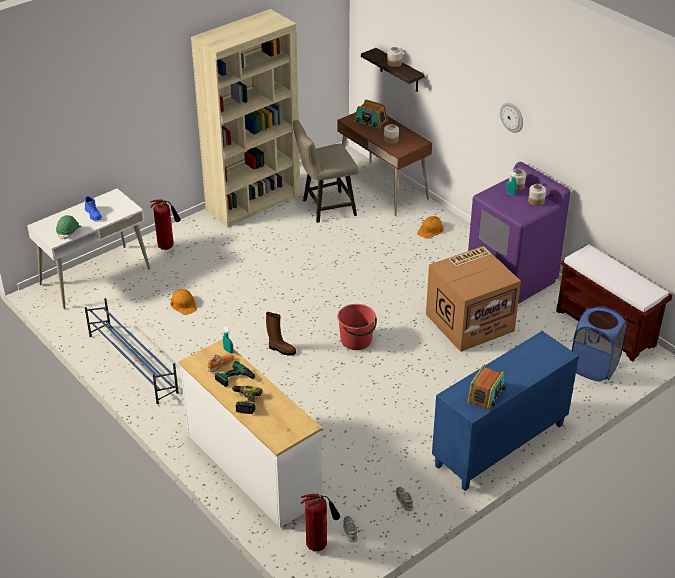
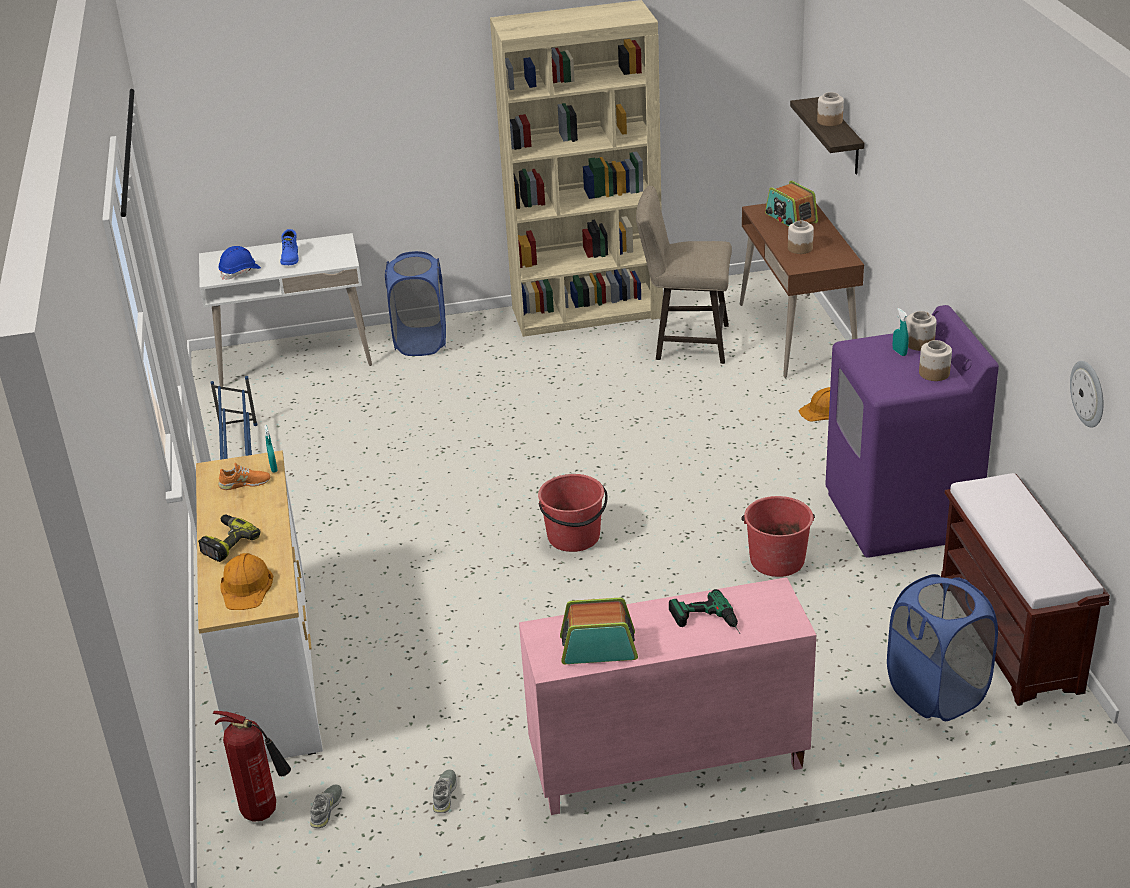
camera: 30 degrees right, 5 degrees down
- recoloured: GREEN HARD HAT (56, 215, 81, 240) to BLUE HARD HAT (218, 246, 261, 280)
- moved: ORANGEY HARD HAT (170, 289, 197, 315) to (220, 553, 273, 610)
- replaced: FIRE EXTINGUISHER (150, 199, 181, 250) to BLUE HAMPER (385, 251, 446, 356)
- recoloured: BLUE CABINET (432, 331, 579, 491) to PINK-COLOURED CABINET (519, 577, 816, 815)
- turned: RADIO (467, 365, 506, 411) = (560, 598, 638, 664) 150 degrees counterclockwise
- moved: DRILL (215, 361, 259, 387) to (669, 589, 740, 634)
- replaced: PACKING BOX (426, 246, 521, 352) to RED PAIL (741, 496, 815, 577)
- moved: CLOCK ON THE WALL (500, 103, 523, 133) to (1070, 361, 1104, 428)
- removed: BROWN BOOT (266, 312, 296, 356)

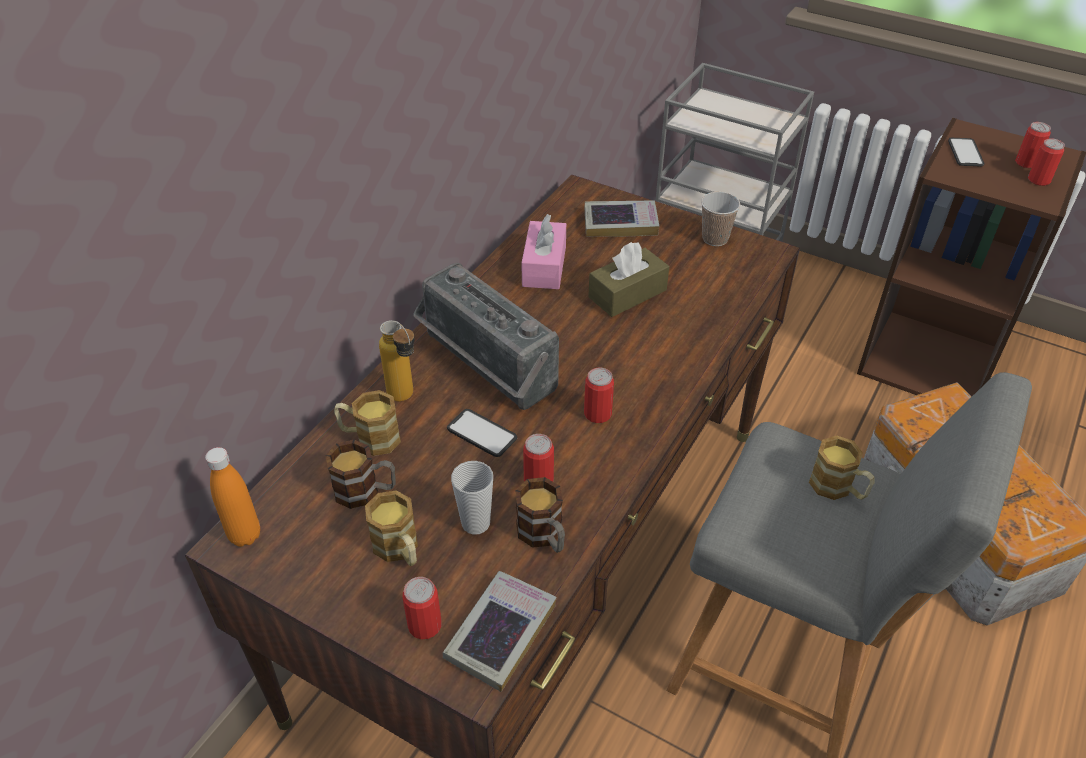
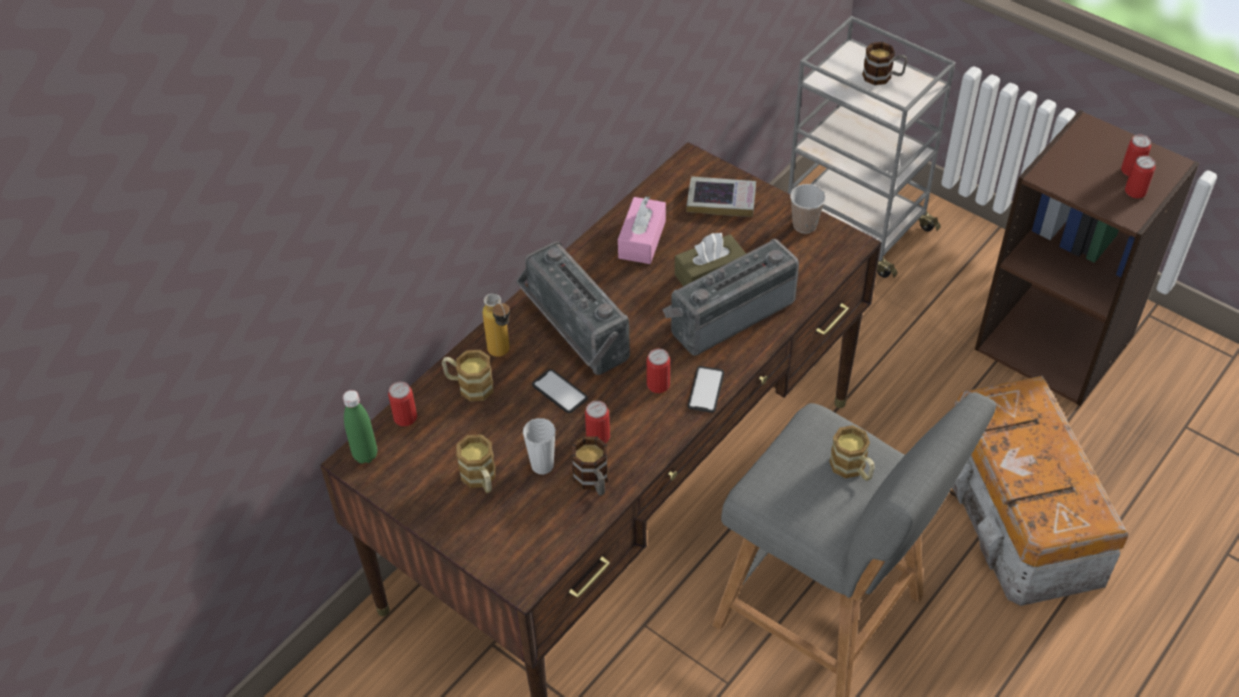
camera: 10 degrees right, 5 degrees up
- recoloured: ORANGEY BOTTLE (205, 447, 260, 547) to GREEN BOTTLE (343, 390, 377, 464)
- moved: SEALED CAN (403, 577, 442, 639) to (388, 382, 417, 426)
- added: RADIO (662, 239, 799, 356)
- moved: HANDSET (948, 138, 984, 167) to (688, 366, 724, 413)
- moved: TEA MUG (325, 440, 396, 509) to (862, 42, 907, 85)
- removed: BOUND BOOK (443, 571, 557, 692)

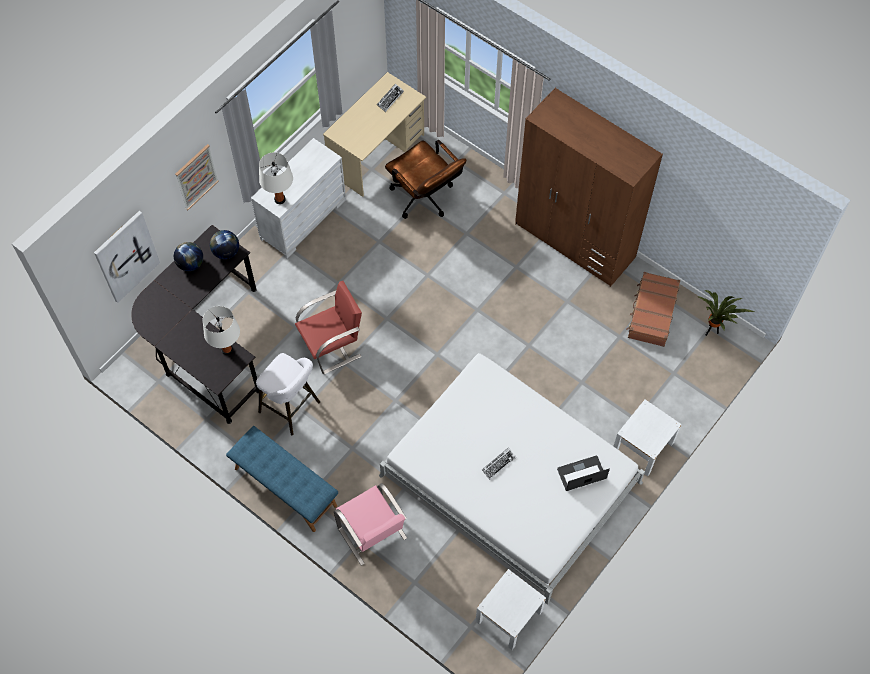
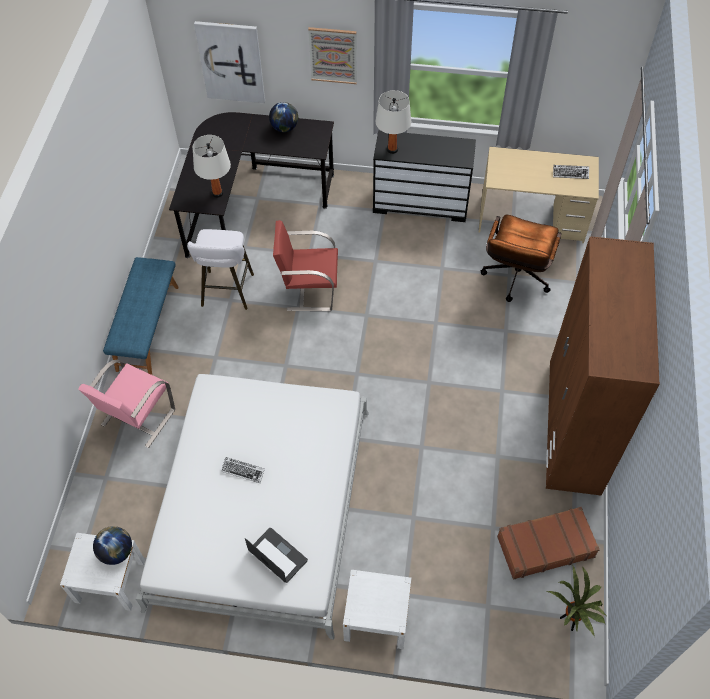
camera: 60 degrees right, 5 degrees down
- moved: GLOBE (210, 230, 239, 259) to (93, 526, 132, 565)
- turned: RED PLAIN CHAIR (295, 281, 362, 374) = (273, 220, 338, 311) 150 degrees clockwise
- recoloured: WHITISH DRAWER CHEST (251, 138, 346, 258) to BLACKISH DRAWER CHEST (373, 130, 476, 222)

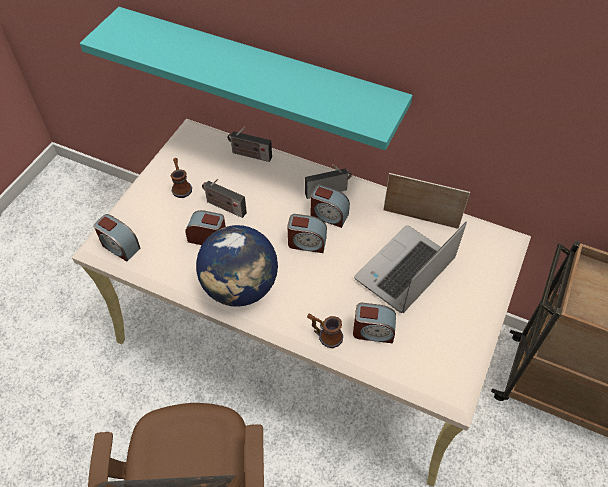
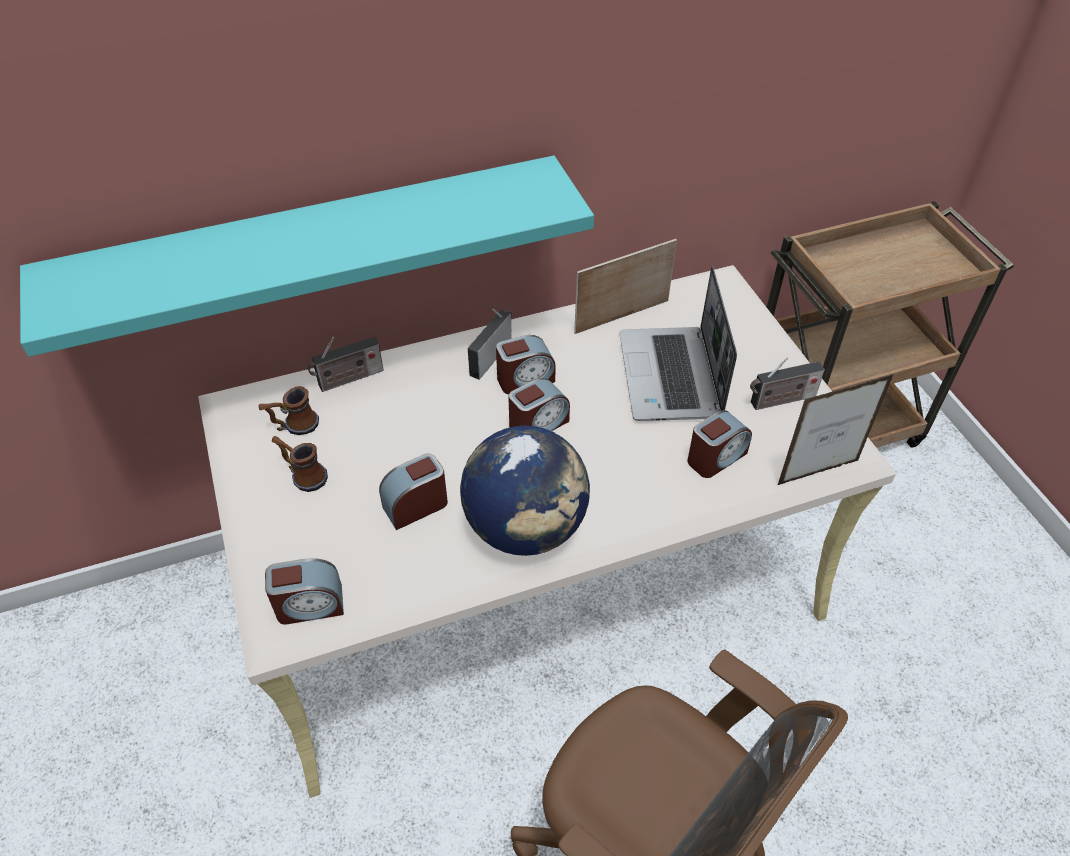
camera: 45 degrees left, 5 degrees down
- moved: TEA MUG (307, 314, 343, 348) to (258, 386, 319, 435)
- moved: RADIO (202, 179, 247, 218) to (750, 357, 825, 410)
- added: STANDING FRAME (778, 374, 894, 485)

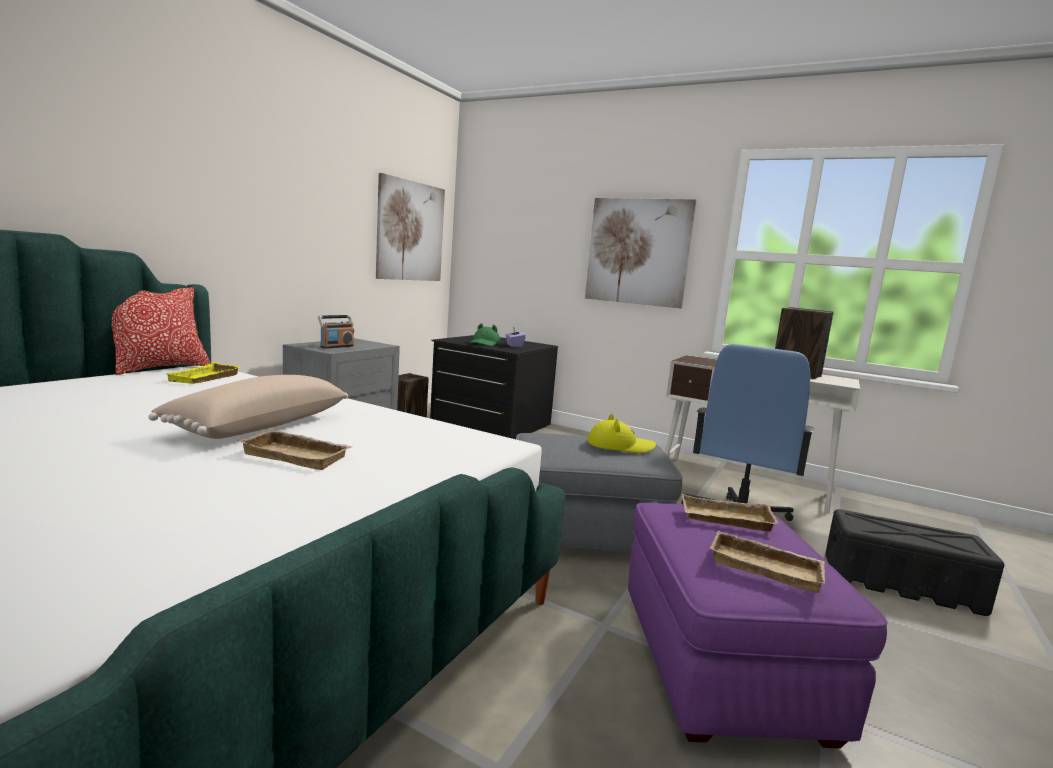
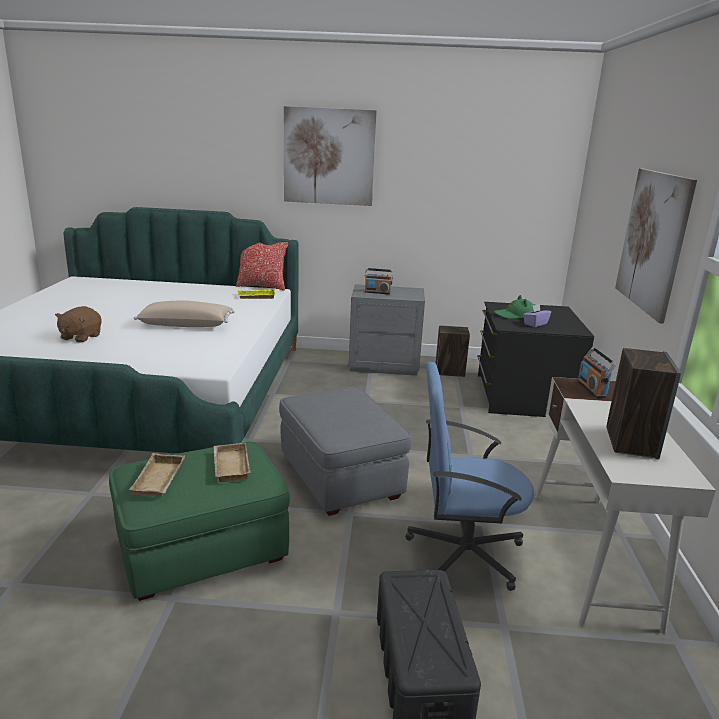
camera: 65 degrees right, 10 degrees up
- added: BROWN SOFT TOY (55, 306, 102, 343)
- recoloured: PURPLE-COLOURED OTTOMAN (628, 503, 887, 748) to GREEN OTTOMAN (109, 442, 290, 601)
- moved: PICTURE (376, 173, 445, 281) to (284, 106, 377, 206)
- added: RADIO (577, 347, 617, 398)
- removed: SAND-COLOURED CARRYING TRAY (237, 429, 353, 470)
- removed: YELLOW-COLOURED WEARABLE HAT (587, 414, 656, 453)

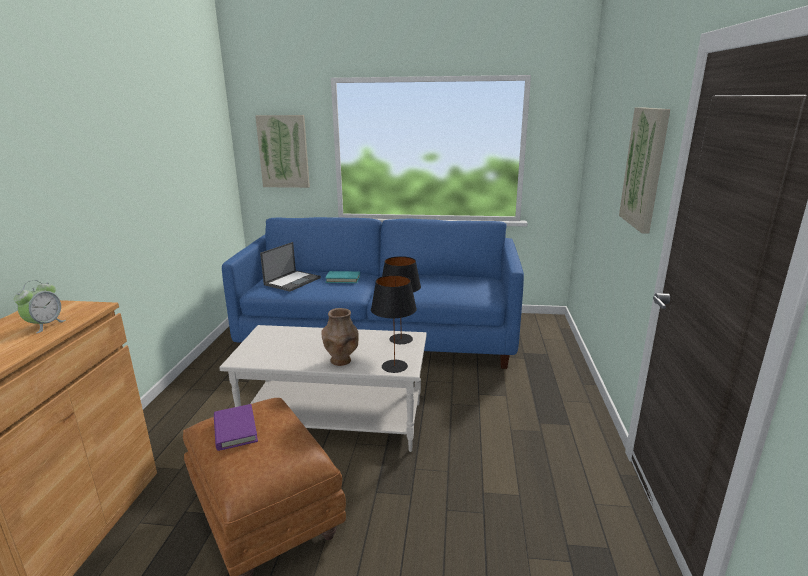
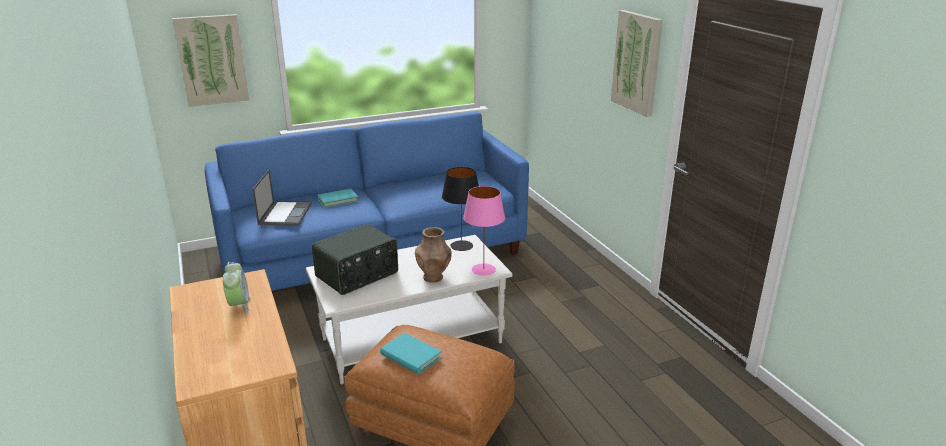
camera: 30 degrees left, 5 degrees up
- added: RADIO (312, 224, 398, 295)
- recoloured: PURPLE-COLOURED BOUND BOOK (214, 404, 258, 451) to BLUE-GREEN BOUND BOOK (380, 333, 442, 375)
- recoloured: BLACKISH LAMP FOR A TABLE (371, 275, 417, 373) to PINK-COLOURED LAMP FOR A TABLE (463, 186, 505, 276)

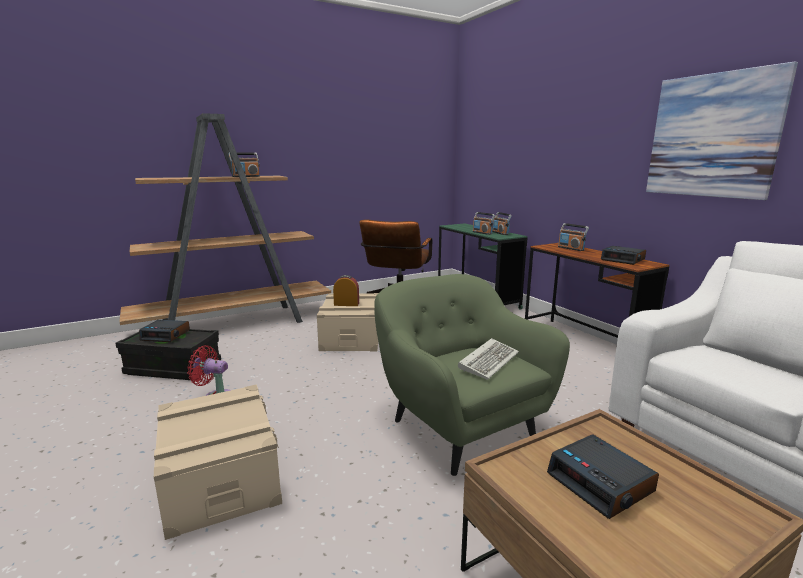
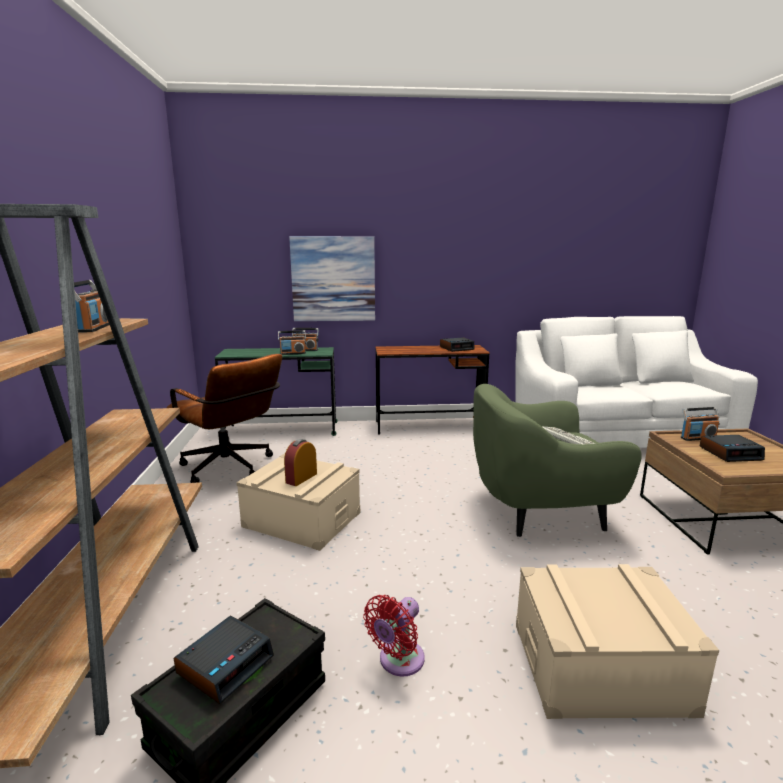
camera: 65 degrees left, 0 degrees up
- moved: PICTURE (646, 61, 798, 200) to (289, 236, 375, 321)
- moved: RADIO (558, 223, 589, 251) to (681, 407, 719, 441)

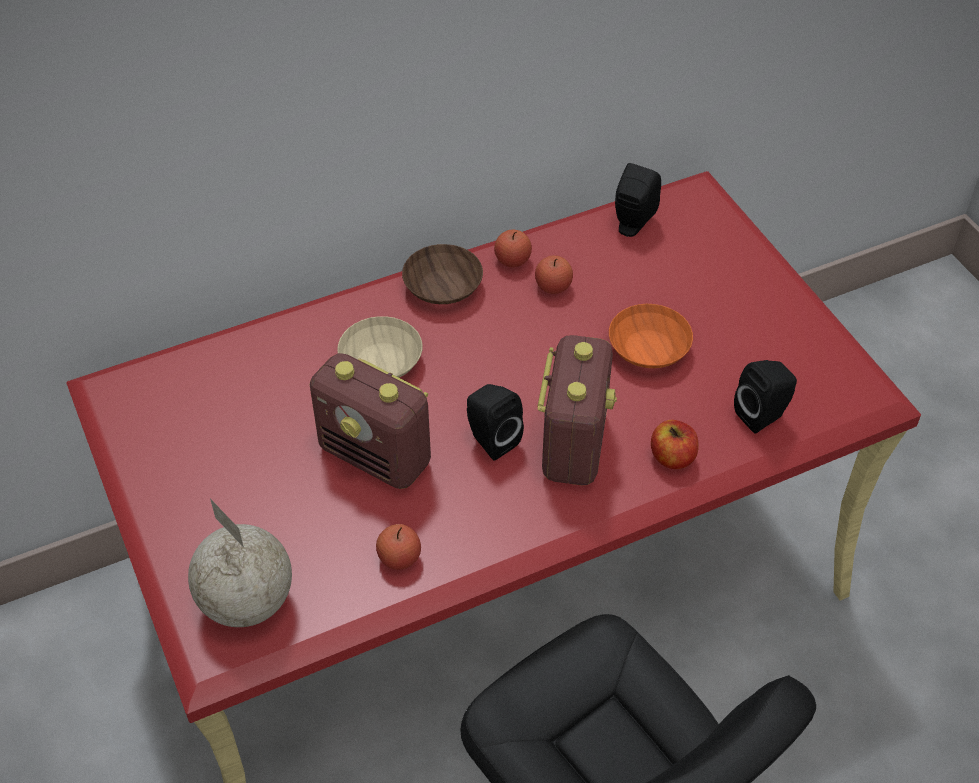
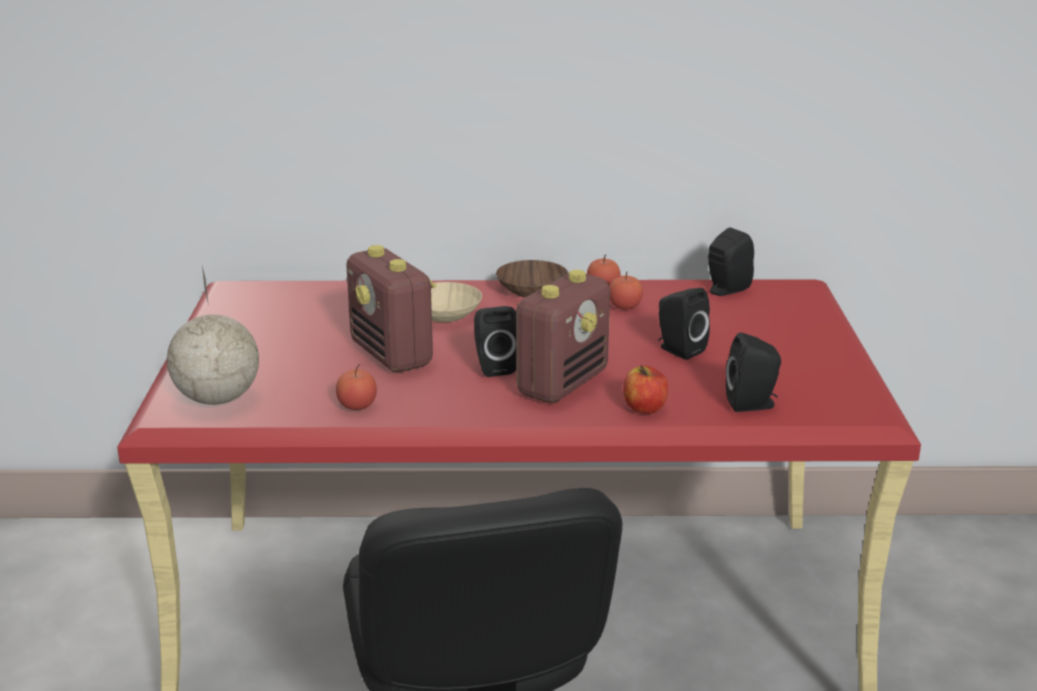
camera: 25 degrees right, 25 degrees down
- replaced: ORANGEY DEEP DISH (609, 304, 693, 368) to BLACKISH SPEAKER (658, 288, 710, 360)

